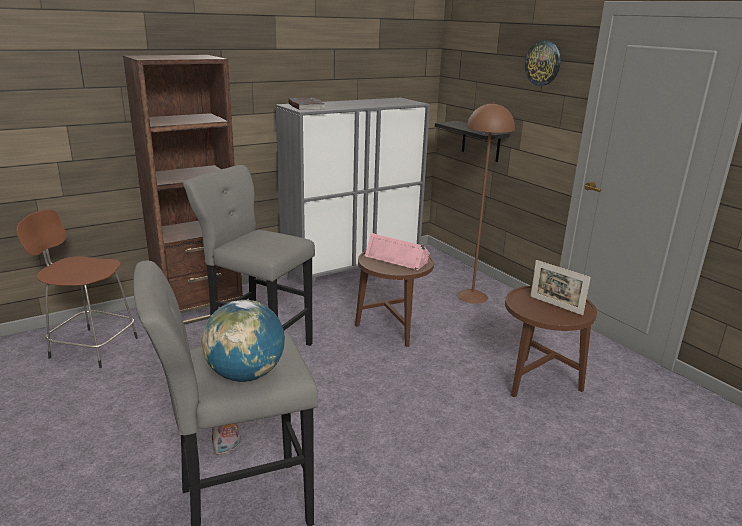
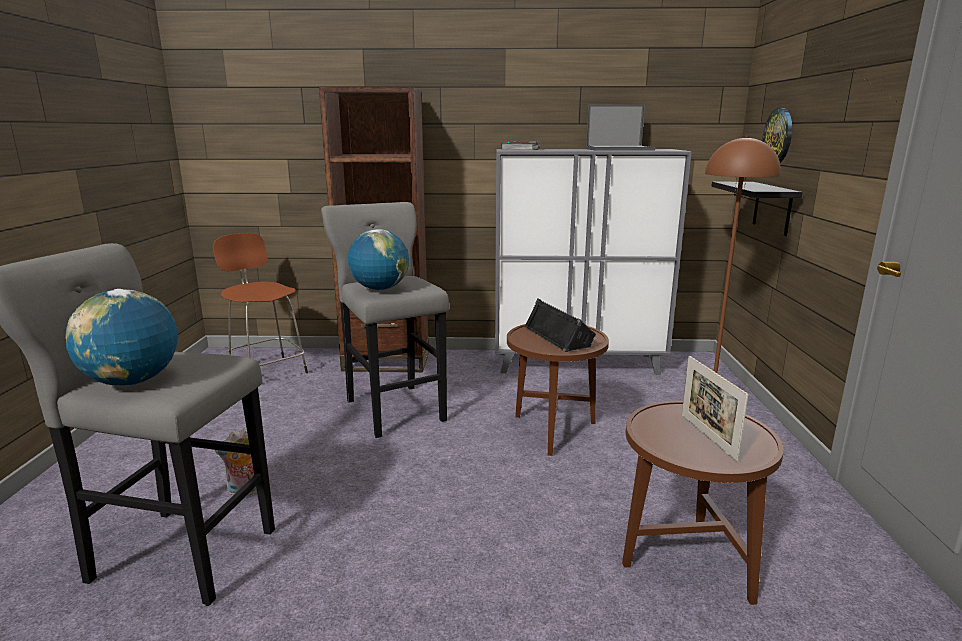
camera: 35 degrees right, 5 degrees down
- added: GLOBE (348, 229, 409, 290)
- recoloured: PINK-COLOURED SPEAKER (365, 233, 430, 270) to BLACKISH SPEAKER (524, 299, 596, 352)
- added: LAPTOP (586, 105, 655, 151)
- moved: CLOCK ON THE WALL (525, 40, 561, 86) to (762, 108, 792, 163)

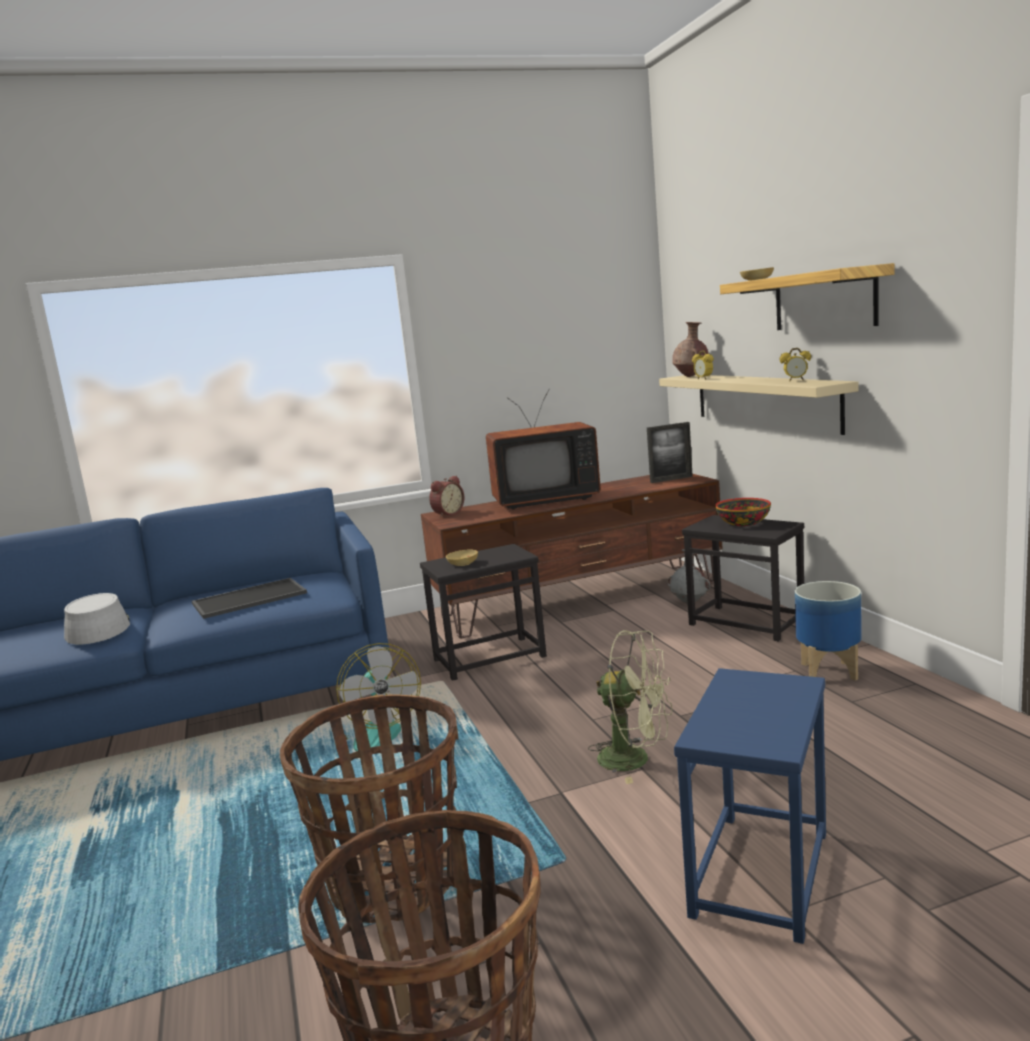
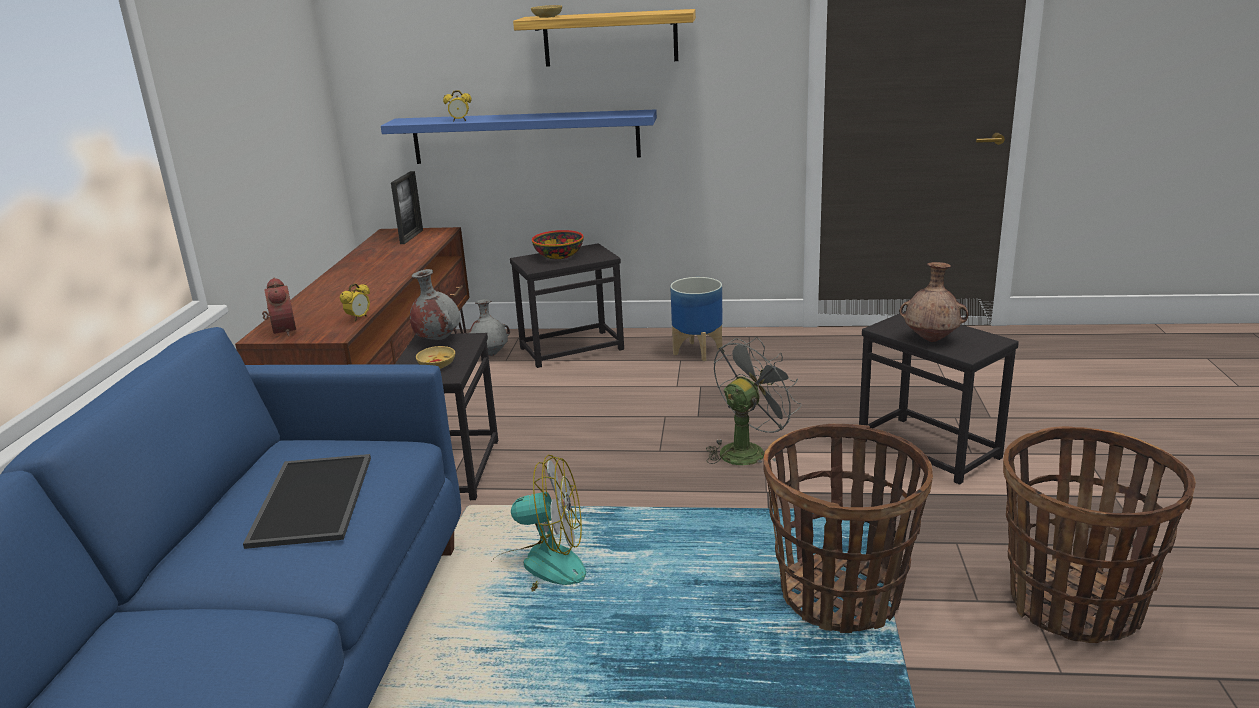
camera: 65 degrees left, 10 degrees up
- moved: TABLE CLOCK (780, 348, 811, 381) to (340, 283, 370, 321)
- recoloured: SAND-COLOURED WALL SHELF (659, 375, 859, 435) to BLUE WALL SHELF (381, 109, 657, 164)
- added: GREYISH DECORATIVE VASE (410, 269, 460, 340)
- recoloured: GREEN COOLING FAN (588, 630, 672, 784) to GREYISH COOLING FAN (706, 337, 801, 465)
- recoloured: BLUE ACCENT TABLE (674, 668, 826, 944) to BLACKISH ACCENT TABLE (859, 311, 1019, 485)
- moved: BROWN DECORATIVE VASE (672, 322, 709, 377) to (900, 262, 968, 342)
- removed: GREYISH WEARABLE HAT (64, 593, 130, 645)
- removed: TV (486, 388, 601, 510)

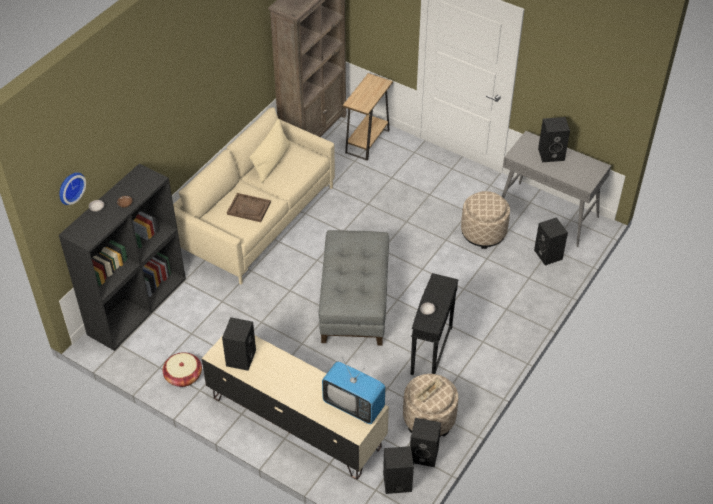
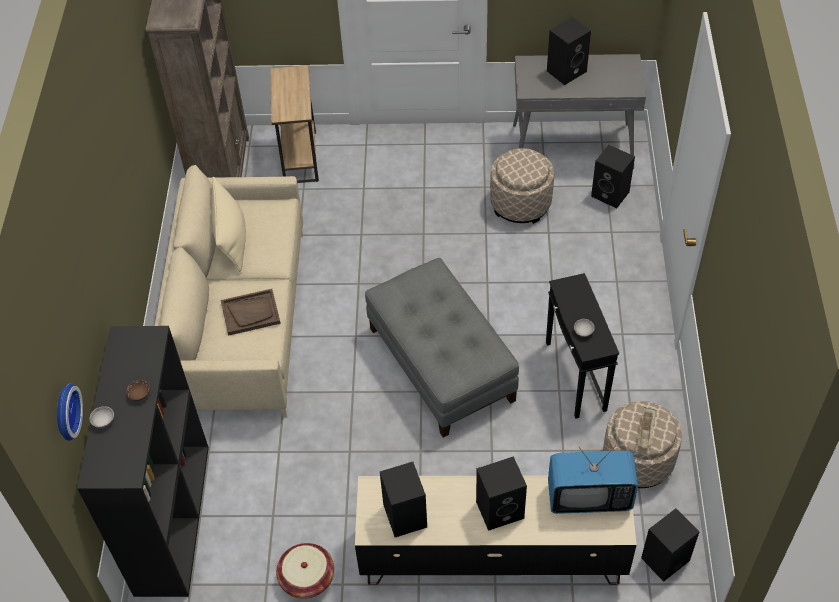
camera: 30 degrees left, 5 degrees up
- moved: BLACKISH SPEAKER (410, 418, 441, 467) to (476, 456, 527, 531)

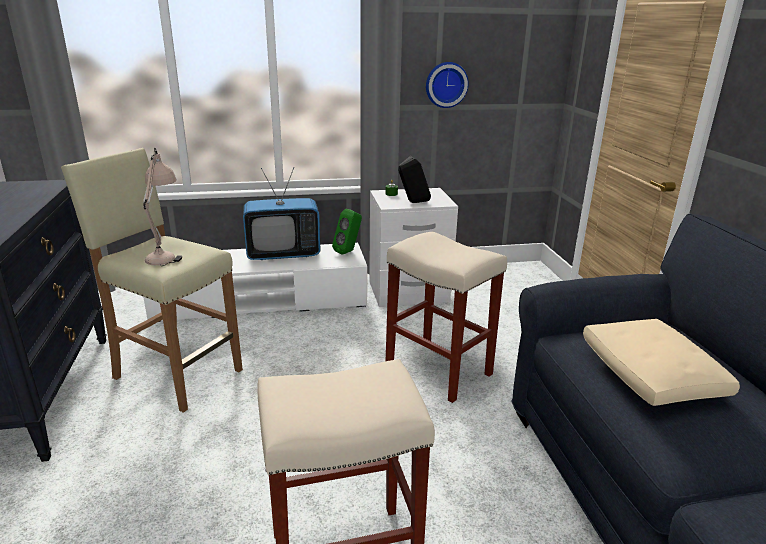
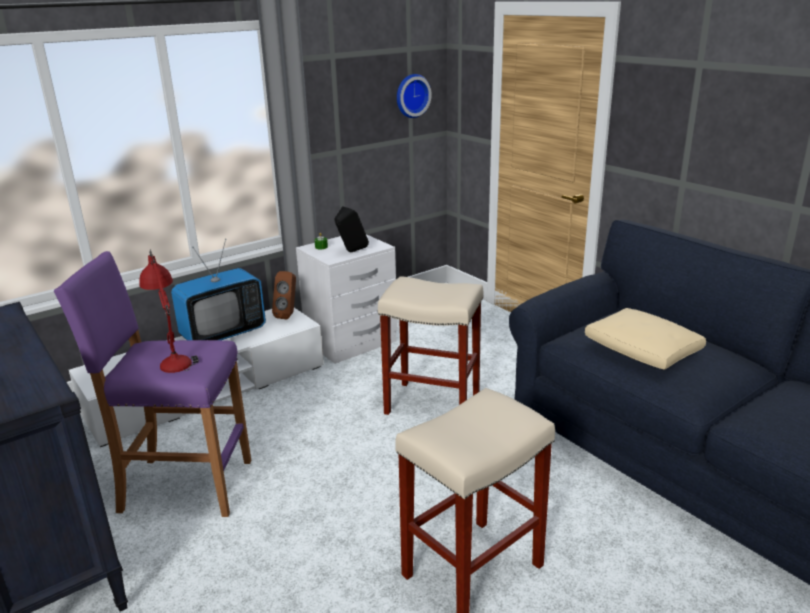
camera: 25 degrees left, 0 degrees up
- recoloured: SAND-COLOURED STOOL (61, 148, 243, 413) to PURPLE-COLOURED STOOL (54, 251, 251, 517)
- recoloured: SAND-COLOURED LAMP FOR A TABLE (143, 148, 182, 266) to RED LAMP FOR A TABLE (140, 249, 199, 373)
- recoloured: GREEN SPEAKER (332, 209, 362, 255) to BROWN SPEAKER (272, 271, 296, 319)
- moved: CLOCK ON THE WALL (426, 62, 469, 108) to (397, 74, 432, 118)

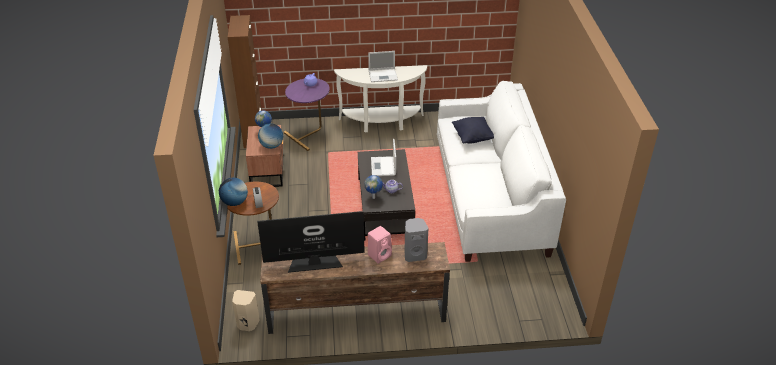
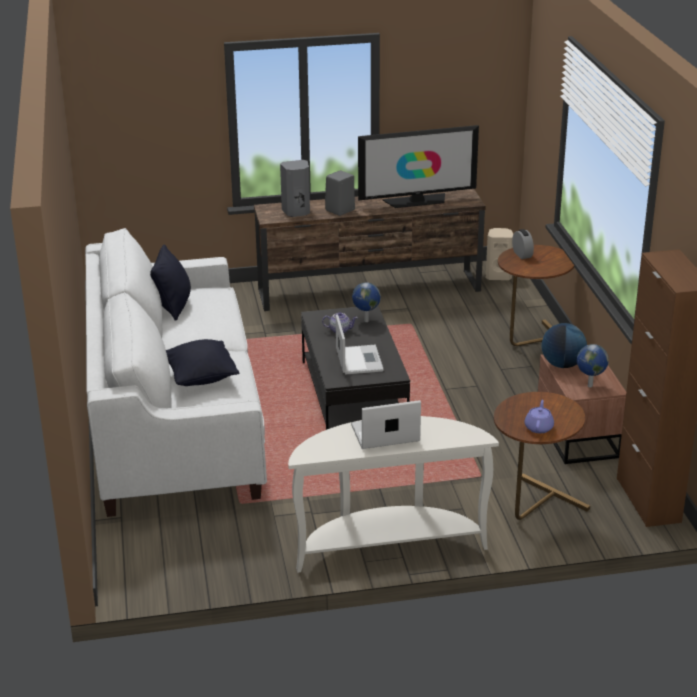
camera: 175 degrees right, 10 degrees down
- added: BLACKISH CUSHION (150, 244, 191, 321)
- recoloured: PINK-COLOURED SPEAKER (368, 226, 392, 264) to GREYISH SPEAKER (325, 170, 355, 216)
- recoloured: PURPLE-COLOURED ACCENT TABLE (284, 79, 330, 151) to BROWN ACCENT TABLE (494, 392, 590, 520)
- removed: GLOBE (219, 178, 248, 206)

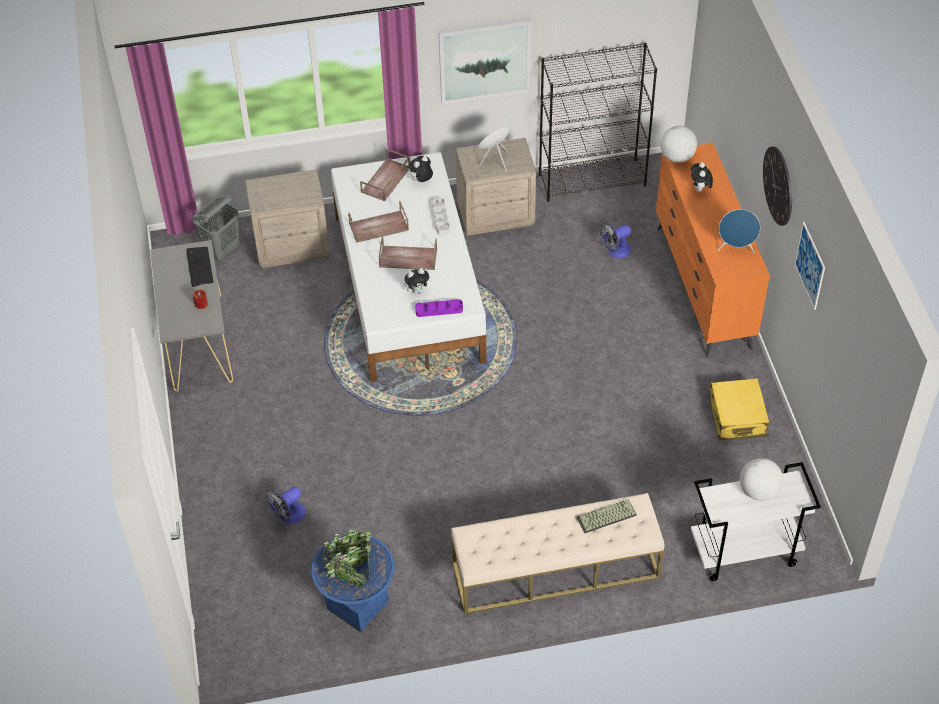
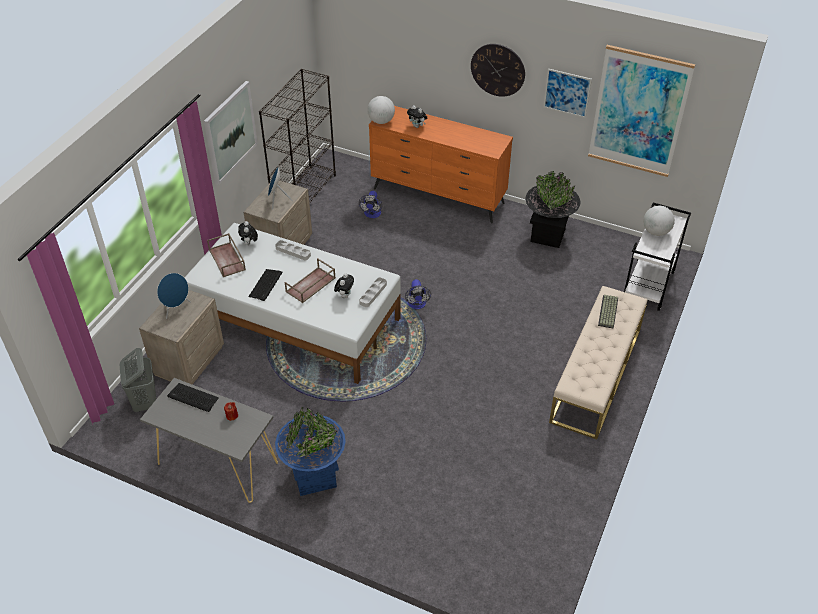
camera: 55 degrees left, 5 degrees down
- moved: BLUE SPEAKER (717, 209, 760, 253) to (157, 273, 191, 319)
- replaced: BROWN CARRYING TRAY (348, 201, 409, 243) to PC KEYBOARD (249, 269, 282, 301)
- moved: BLUE FLOWER POT (312, 530, 395, 632) to (275, 407, 346, 496)
- recoloured: PURPLE-COLOURED CARRYING TRAY (415, 299, 463, 317) to GREYISH CARRYING TRAY (359, 277, 387, 307)
- moved: COOLING FAN (266, 487, 306, 524) to (405, 279, 431, 309)
- replaced: YELLOW-COLOURED PIECE OF LUGGAGE (709, 378, 769, 440) to BLACKISH FLOWER POT (525, 171, 581, 248)
- added: PICTURE (588, 45, 695, 177)

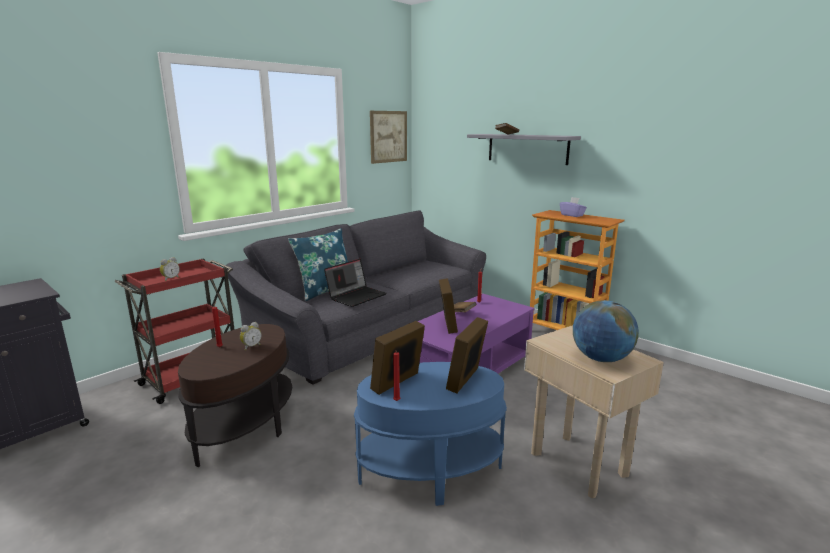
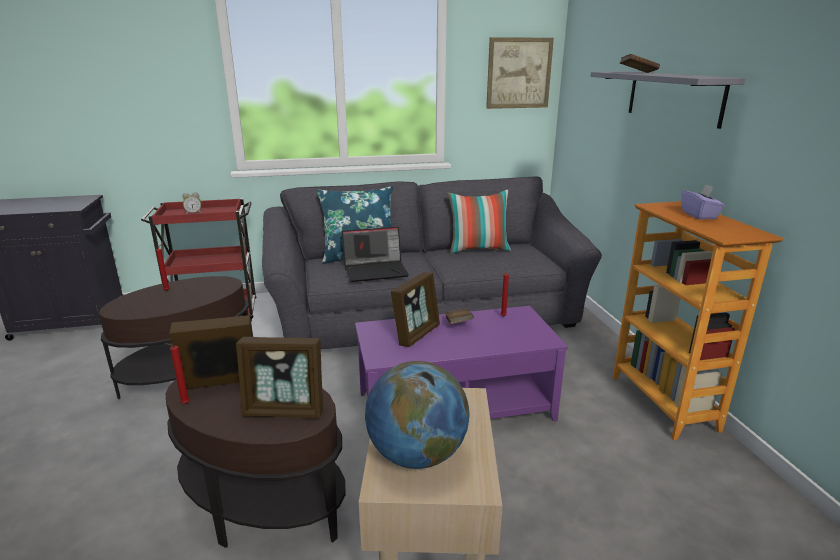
camera: 35 degrees right, 5 degrees up
- recoloured: BLUE ACCENT TABLE (354, 362, 507, 506) to BROWN ACCENT TABLE (166, 379, 345, 548)
- turned: STANDING FRAME (446, 317, 488, 394) = (236, 337, 323, 418) 150 degrees counterclockwise
- added: CUSHION (447, 190, 511, 253)
- removed: TABLE CLOCK (240, 322, 262, 350)

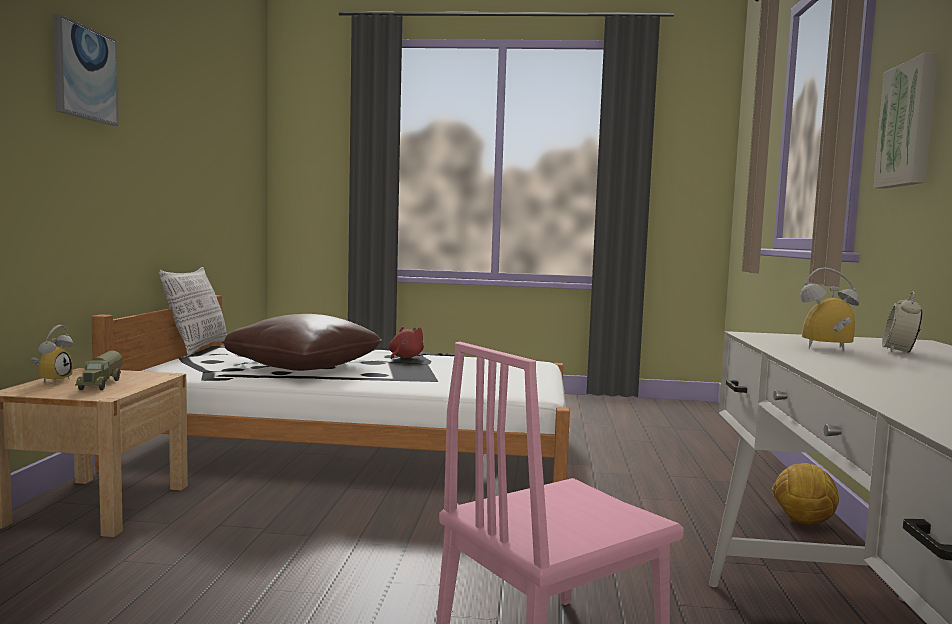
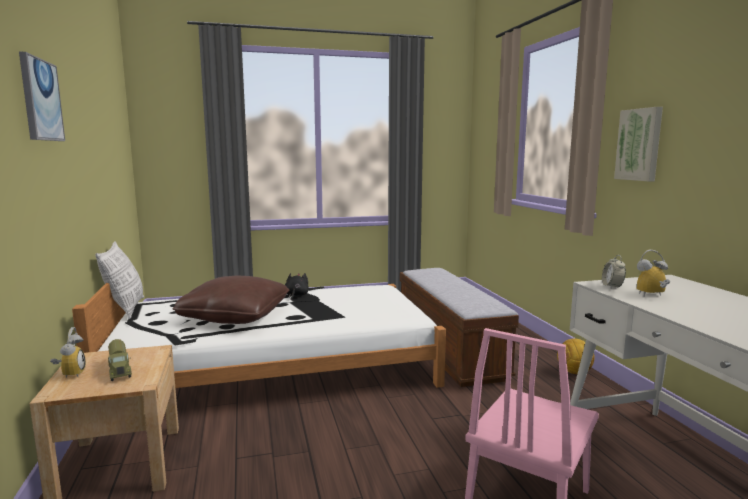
camera: 20 degrees left, 5 degrees up
- recoloured: RED SOFT TOY (389, 326, 424, 359) to BLACKISH SOFT TOY (285, 273, 309, 300)
- added: BENCH (400, 268, 519, 387)
- moved: TABLE CLOCK (882, 291, 922, 353) to (602, 255, 626, 288)

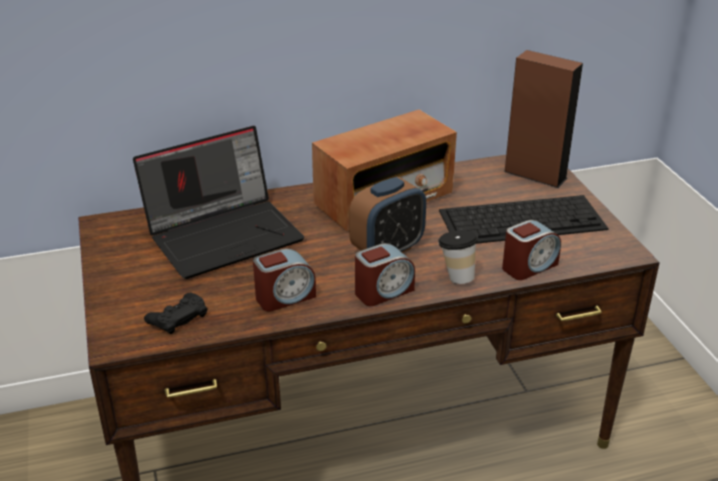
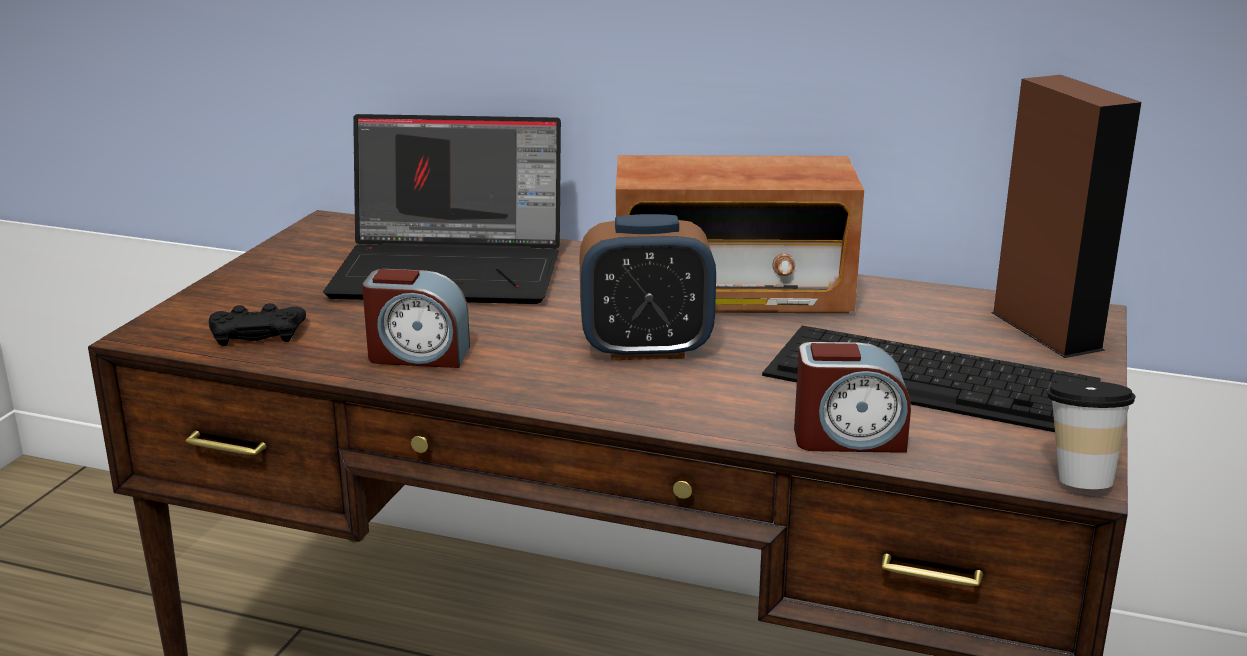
camera: 35 degrees right, 10 degrees down
- moved: DRINKING CUP (438, 230, 478, 284) to (1047, 380, 1136, 489)
- removed: TABLE CLOCK (355, 243, 415, 306)

